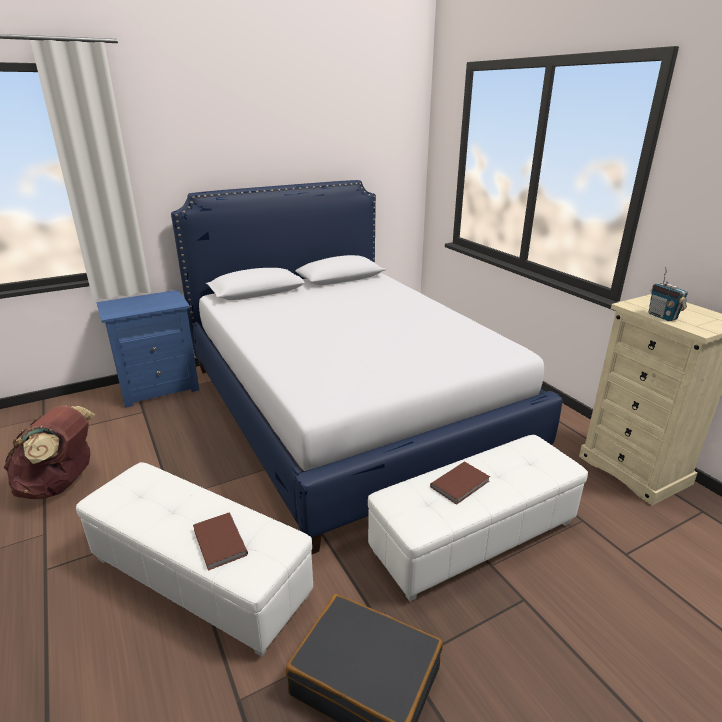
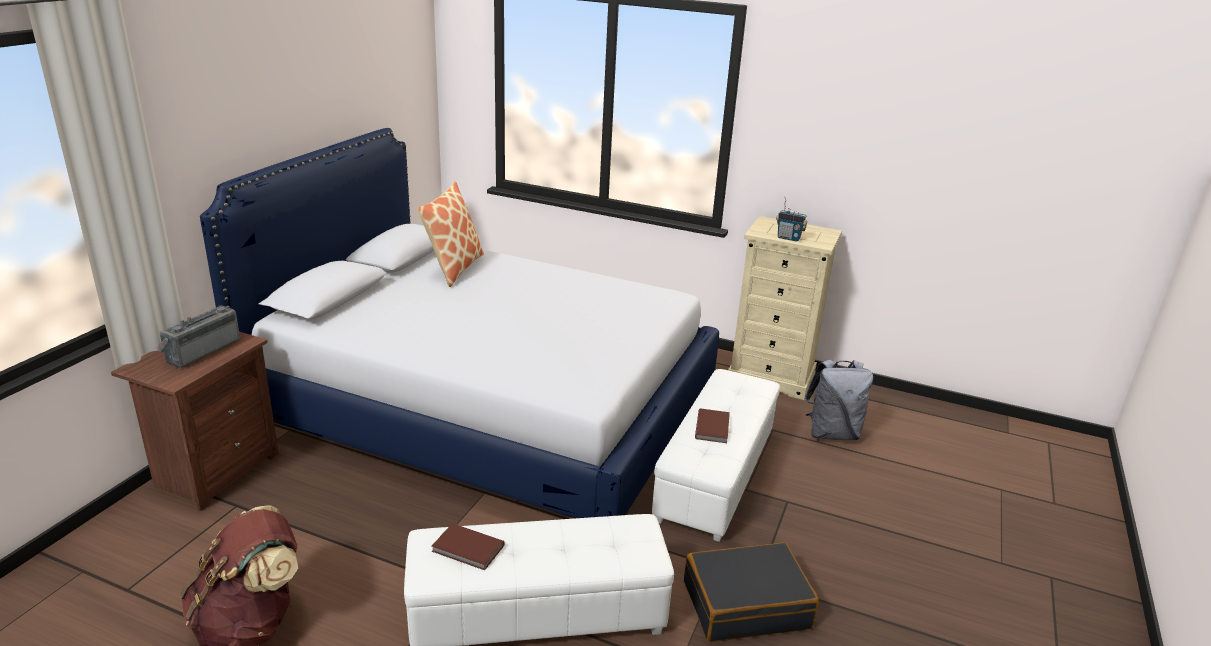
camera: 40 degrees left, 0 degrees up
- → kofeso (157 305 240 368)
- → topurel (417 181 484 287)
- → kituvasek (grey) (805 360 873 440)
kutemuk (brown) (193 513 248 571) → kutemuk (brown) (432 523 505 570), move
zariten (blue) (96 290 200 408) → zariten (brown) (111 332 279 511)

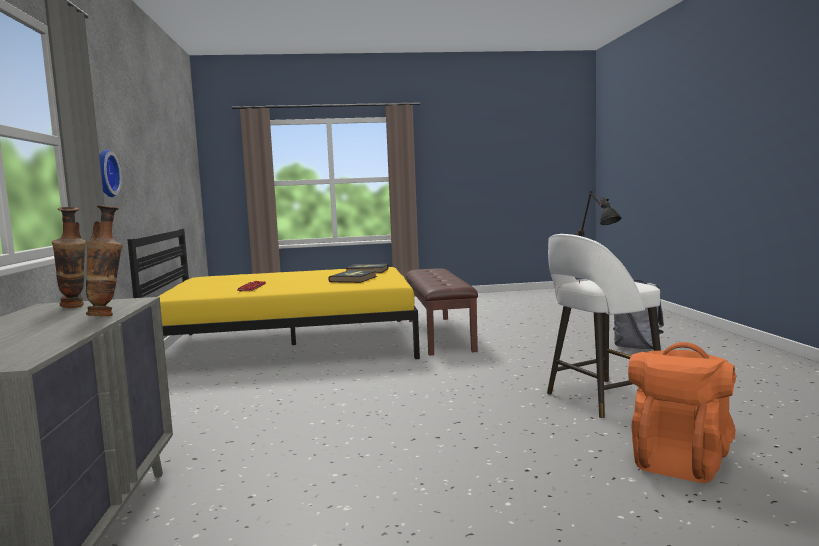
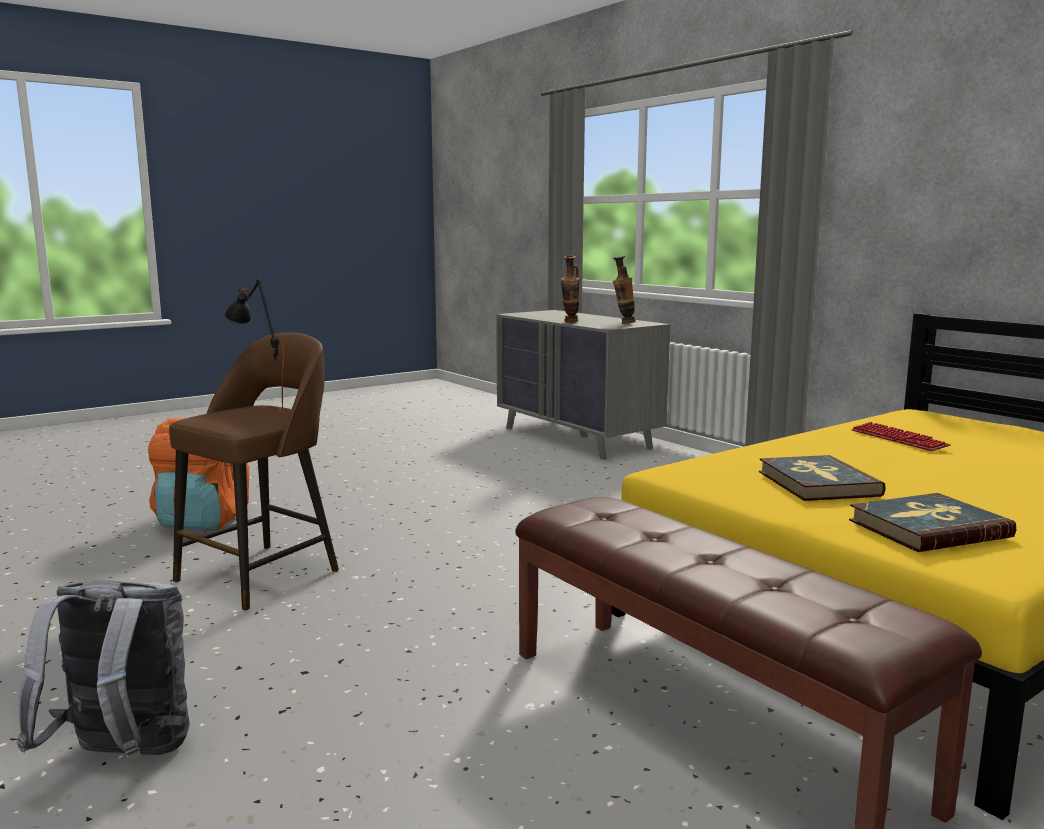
camera: 150 degrees right, 5 degrees up
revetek (99 149 122 197) → -
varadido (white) (547 234 661 419) → varadido (brown) (169 332 339 610)

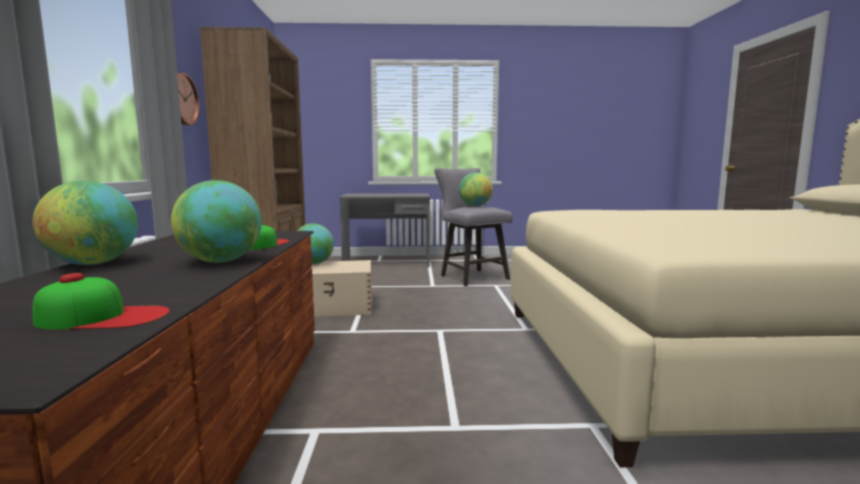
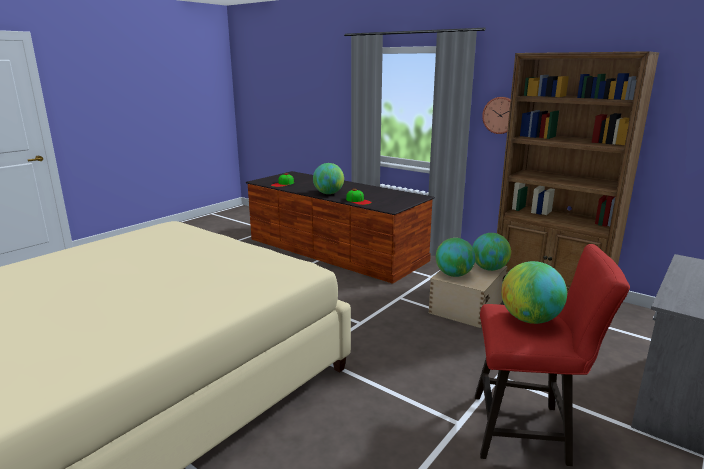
camera: 130 degrees right, 10 degrees up
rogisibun (32 181 138 265) → rogisibun (436 238 476 277), move
varadido (grey) (434 168 513 286) → varadido (red) (475 244 630 466)

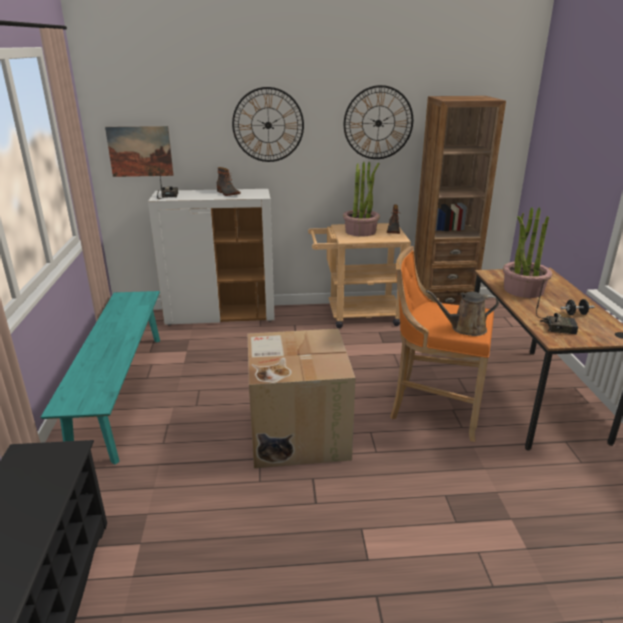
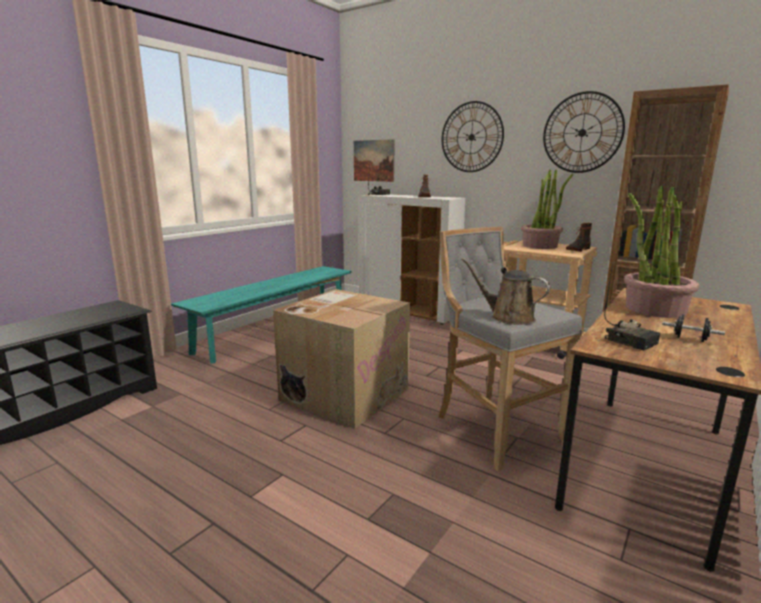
camera: 40 degrees right, 10 degrees down
varadido (orange) (390 246 494 442) → varadido (grey) (438 227 583 471)

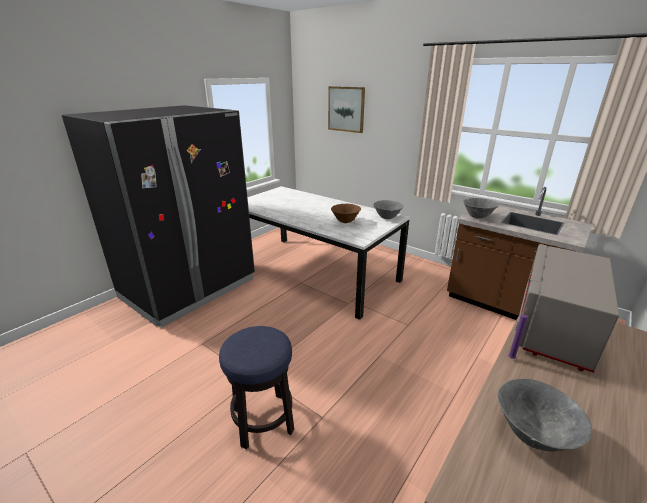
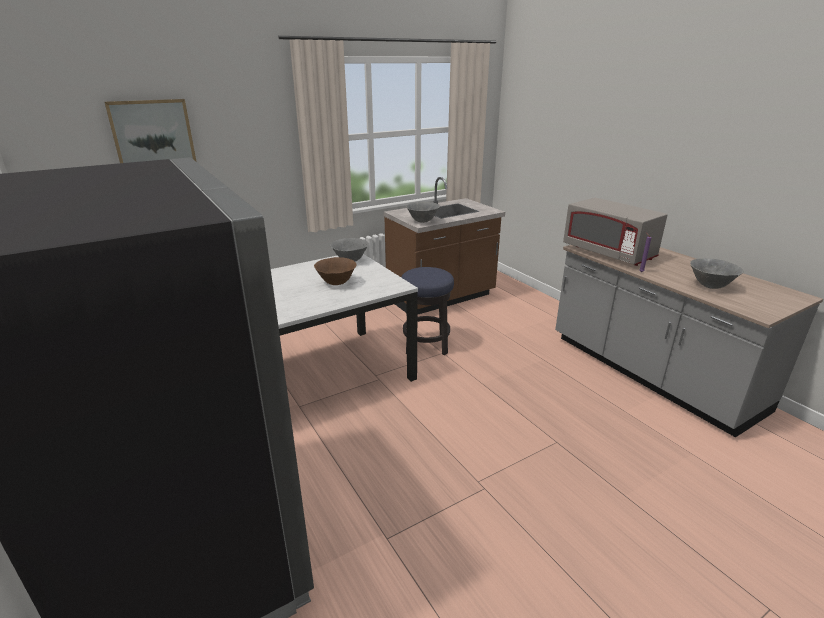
camera: 70 degrees left, 0 degrees up
varadido (219 326 294 450) → varadido (401 267 454 355), move

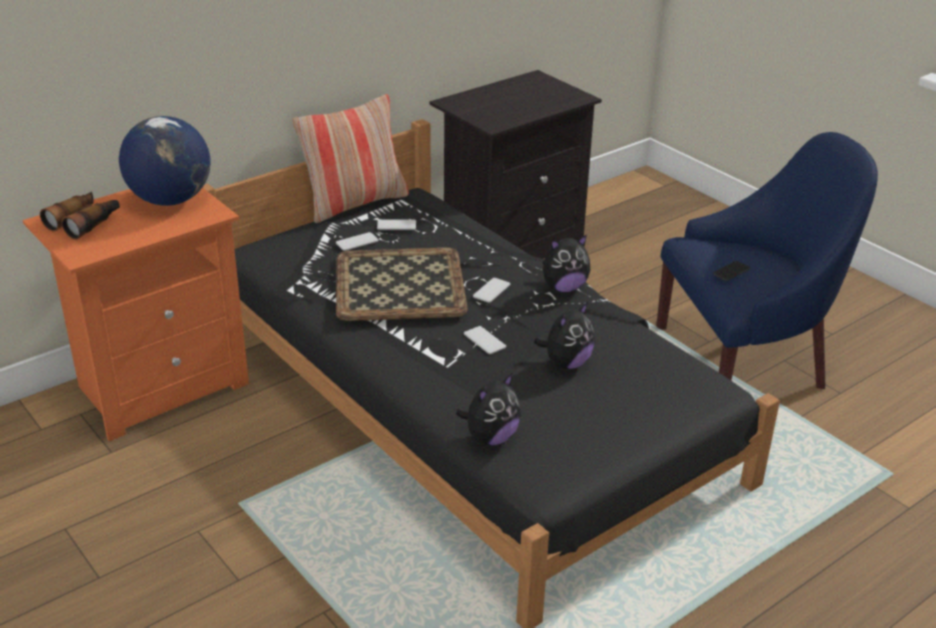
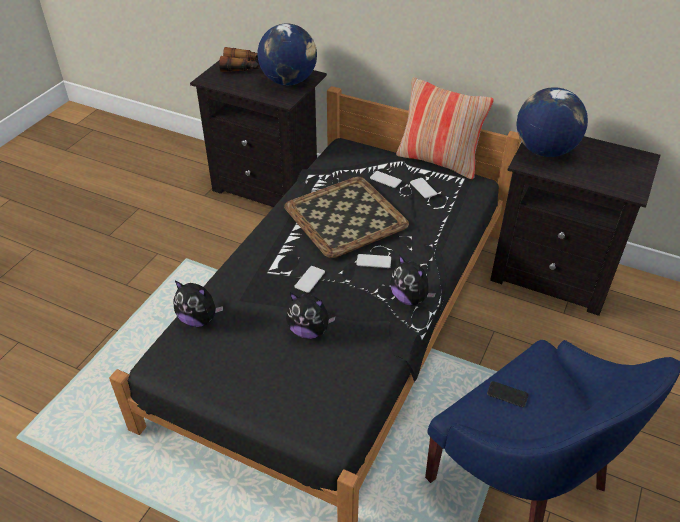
camera: 65 degrees right, 10 degrees up
- → rogisibun (517 87 588 157)
zariten (orange) (23 187 249 441) → zariten (black) (190 60 327 207)

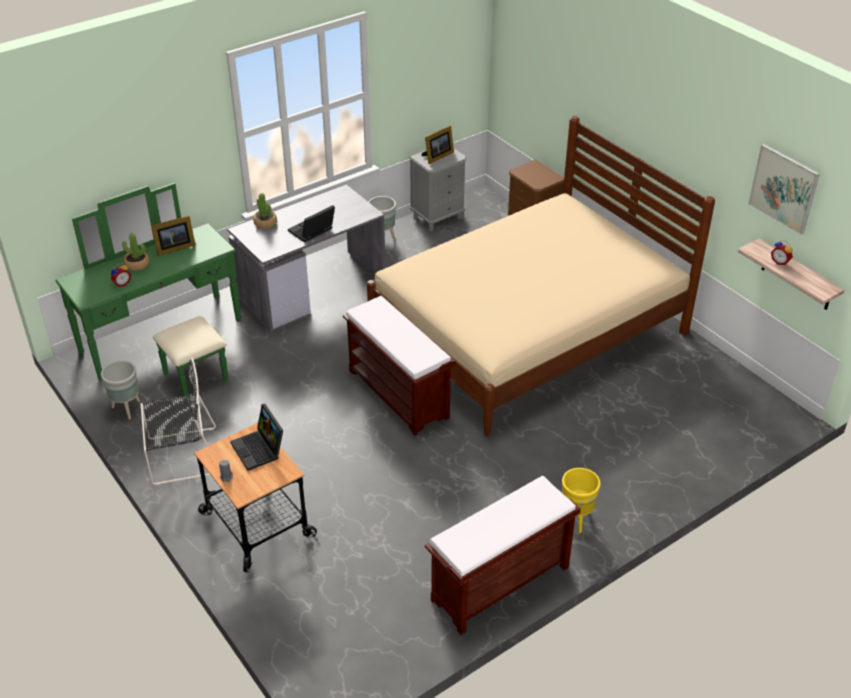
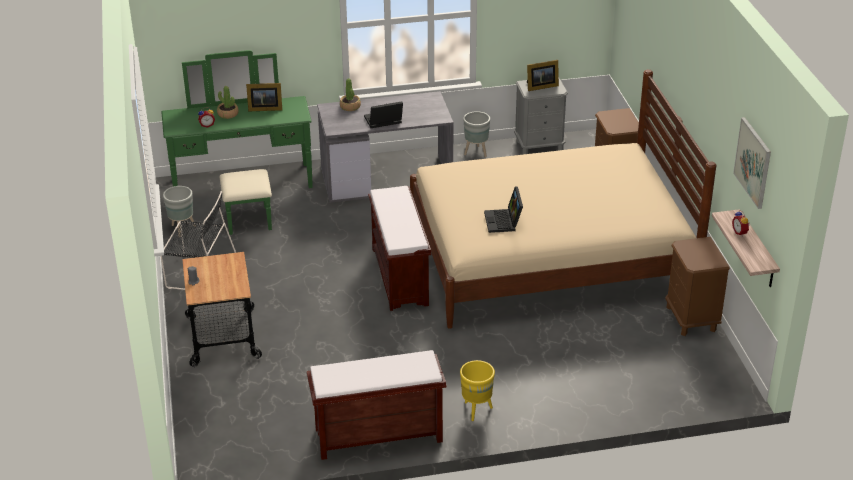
camera: 25 degrees right, 5 degrees down
- → zariten (brown) (665 237 730 336)
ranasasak (230 404 283 471) → ranasasak (484 186 523 233), move

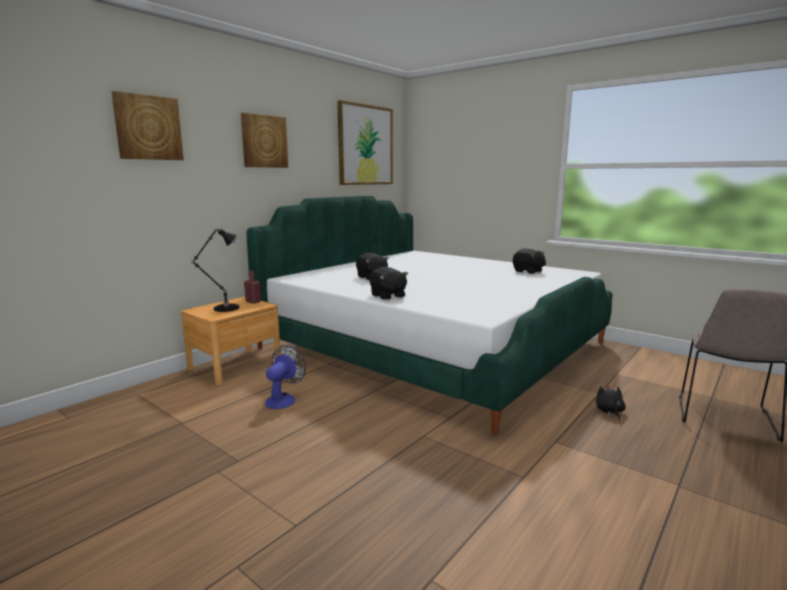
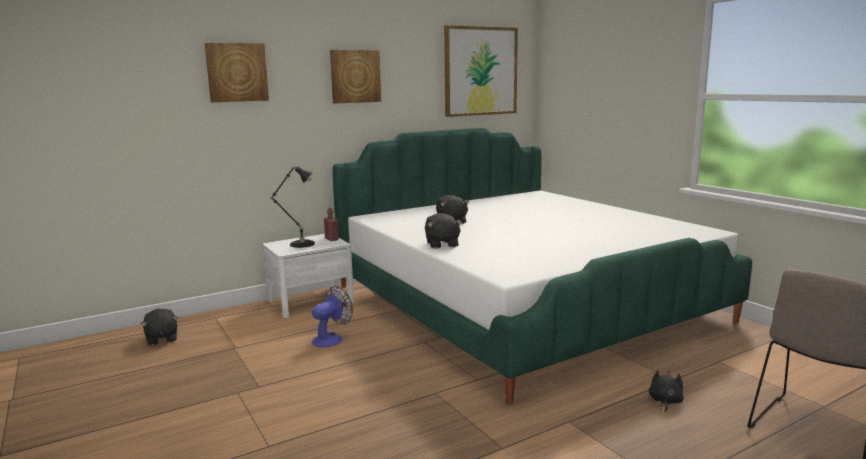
camera: 20 degrees right, 0 degrees up
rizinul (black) (513 248 546 274) → rizinul (black) (141 309 178 346), move
zariten (brown) (181 297 281 385) → zariten (white) (263 234 354 318)

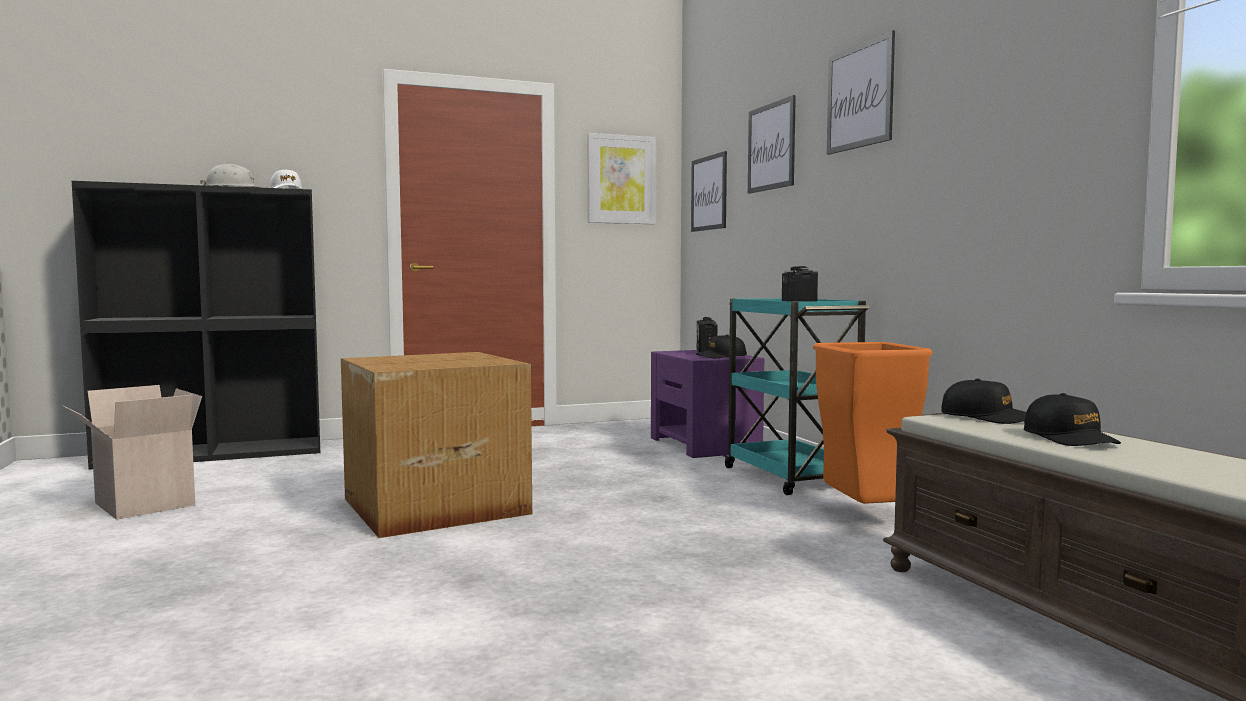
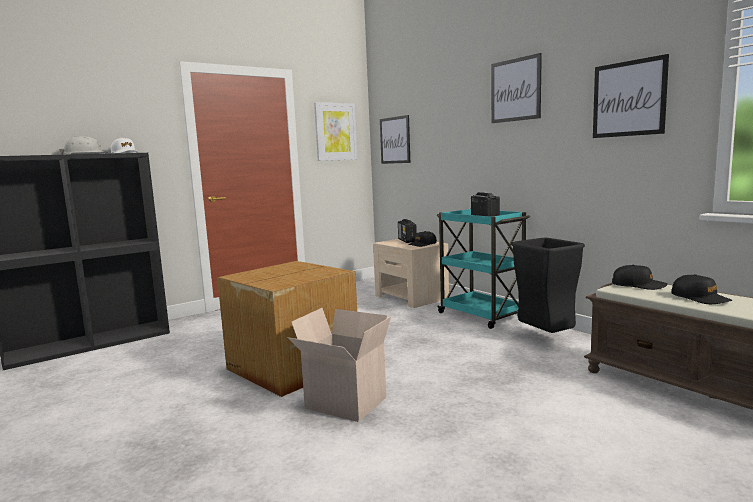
camera: 15 degrees left, 5 degrees up
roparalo (62 385 202 520) → roparalo (288 308 391 422), move
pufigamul (748 95 796 194) → pufigamul (593 54 669 138), move
zariten (purple) (651 350 764 458) → zariten (beige) (373 239 449 308)
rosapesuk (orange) (813 342 932 504) → rosapesuk (black) (512 238 585 333)

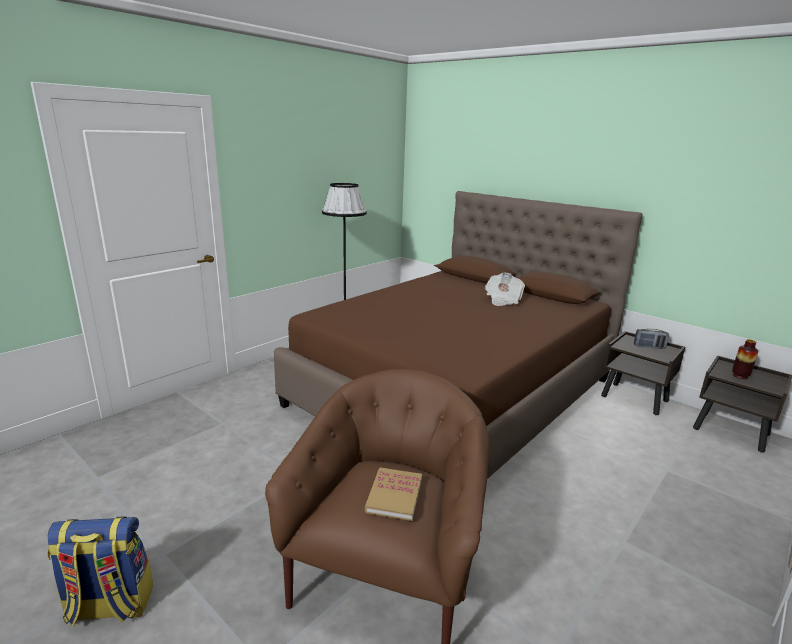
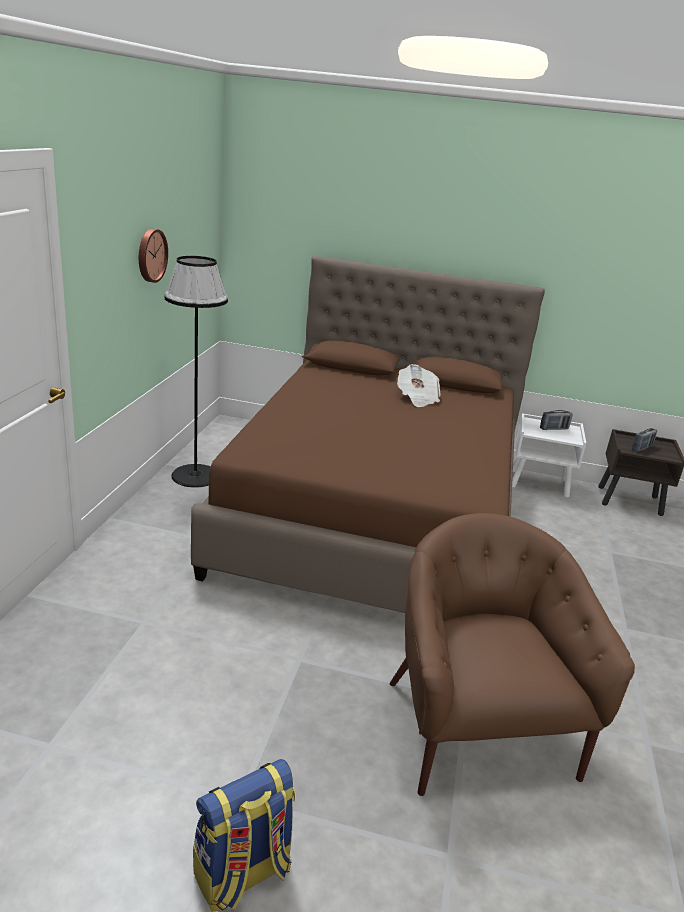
camera: 30 degrees left, 5 degrees up
kutemuk (365 468 422 521) → -
- → revetek (139 229 168 283)
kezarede (732 339 758 379) → kofeso (631 428 657 452)
zariten (brown) (601 331 685 415) → zariten (white) (512 413 586 498)

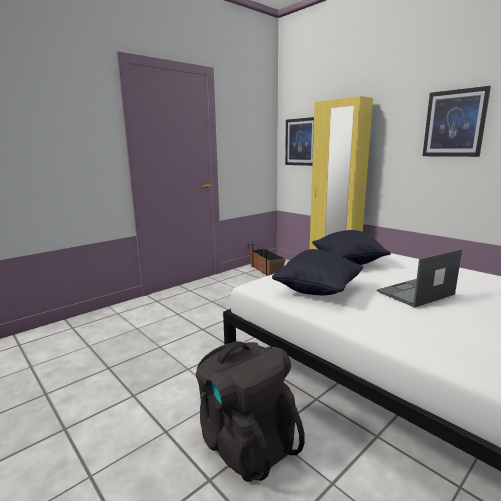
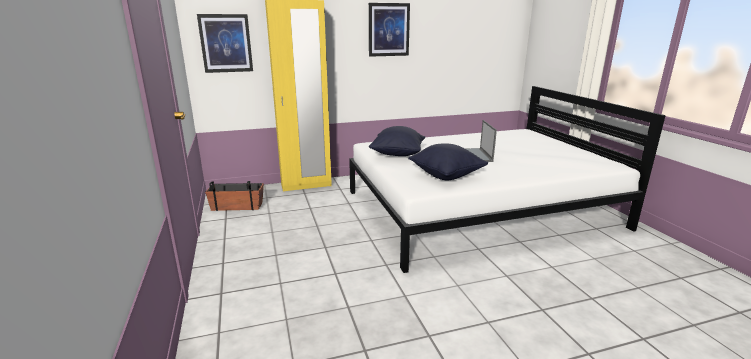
camera: 65 degrees left, 5 degrees up
kituvasek (black) (196 341 305 482) → -

